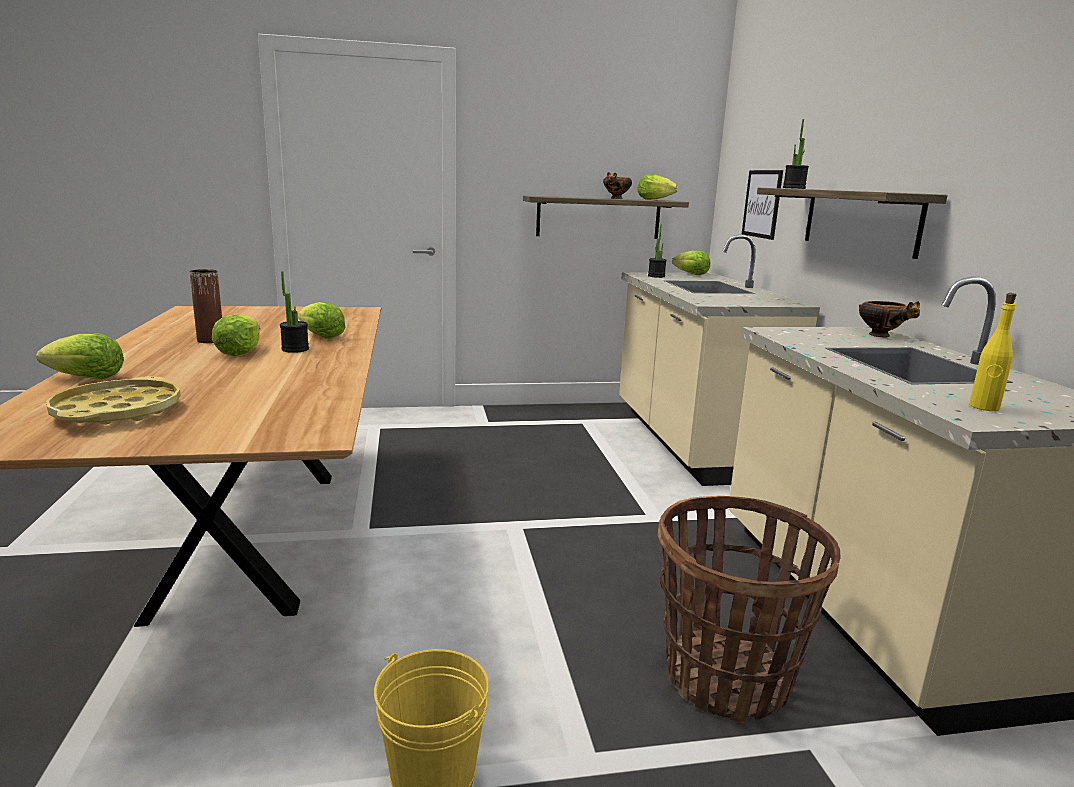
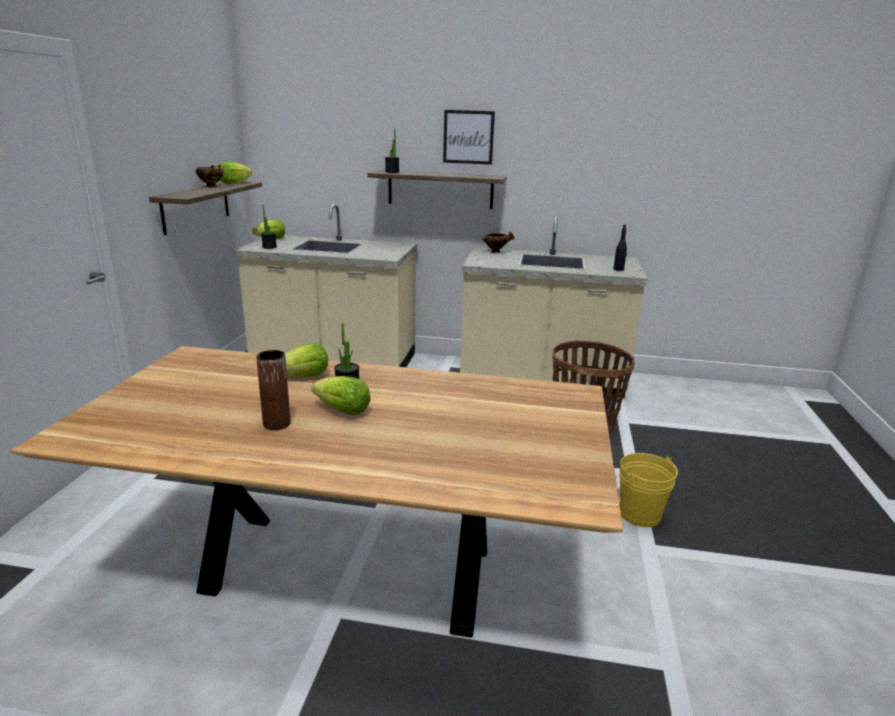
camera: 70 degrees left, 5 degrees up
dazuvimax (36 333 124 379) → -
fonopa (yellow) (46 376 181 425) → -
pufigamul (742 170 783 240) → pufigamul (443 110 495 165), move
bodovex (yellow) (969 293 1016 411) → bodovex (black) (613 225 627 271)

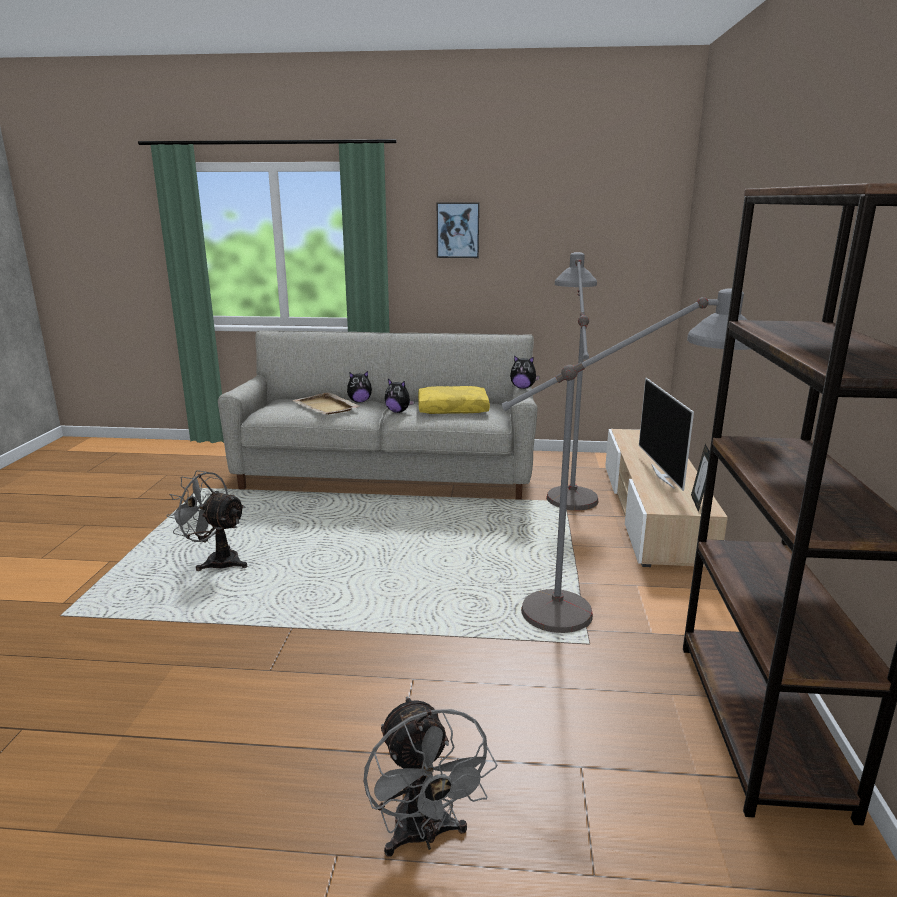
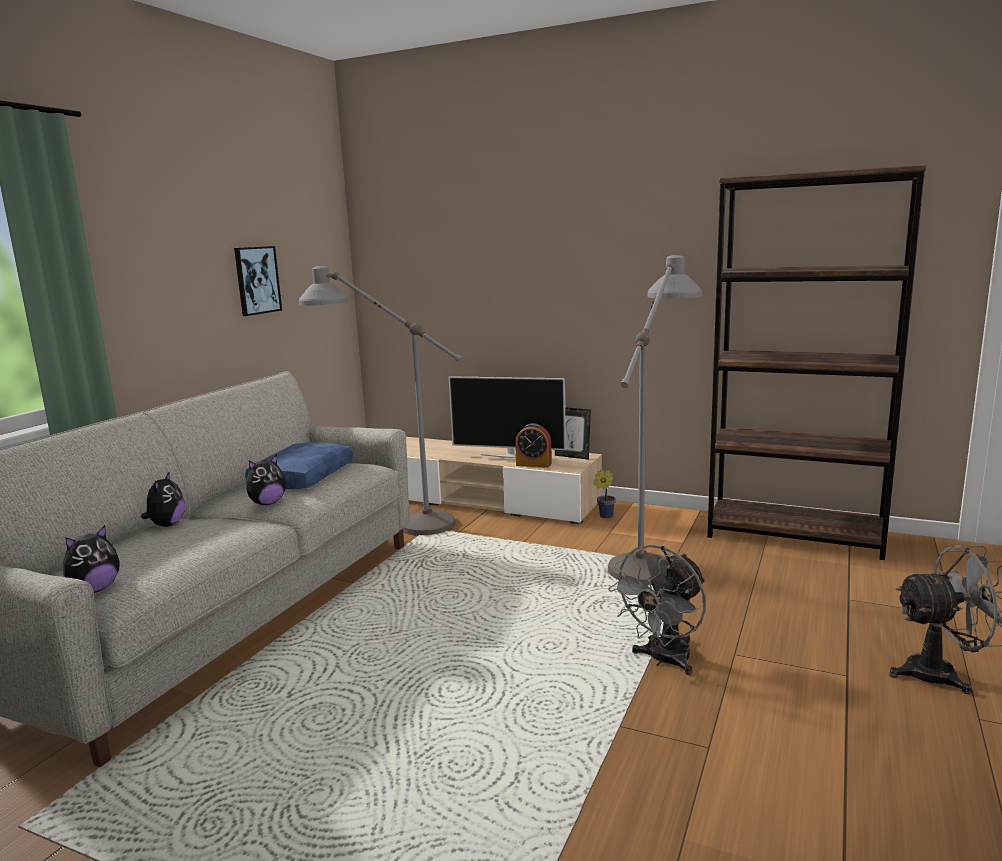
camera: 70 degrees left, 5 degrees down
fonopa (beige) (292 392 360 415) → -
- → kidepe (515 423 552 468)
- → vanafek (593 469 616 518)
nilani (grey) (166 470 247 571) → nilani (grey) (608 545 706 675), move
pufigamul (437 202 480 258) → pufigamul (234 246 282 316), move
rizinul (510 355 540 389) → rizinul (63 525 120 593), move
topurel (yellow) (418 386 490 414) → topurel (blue) (245 442 353 489)

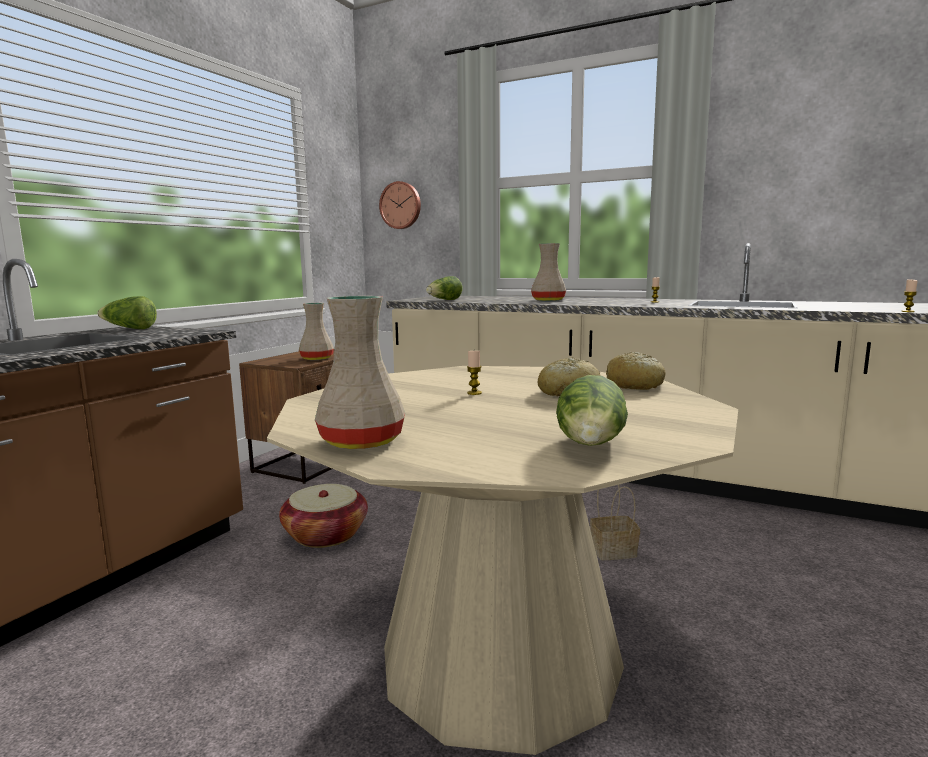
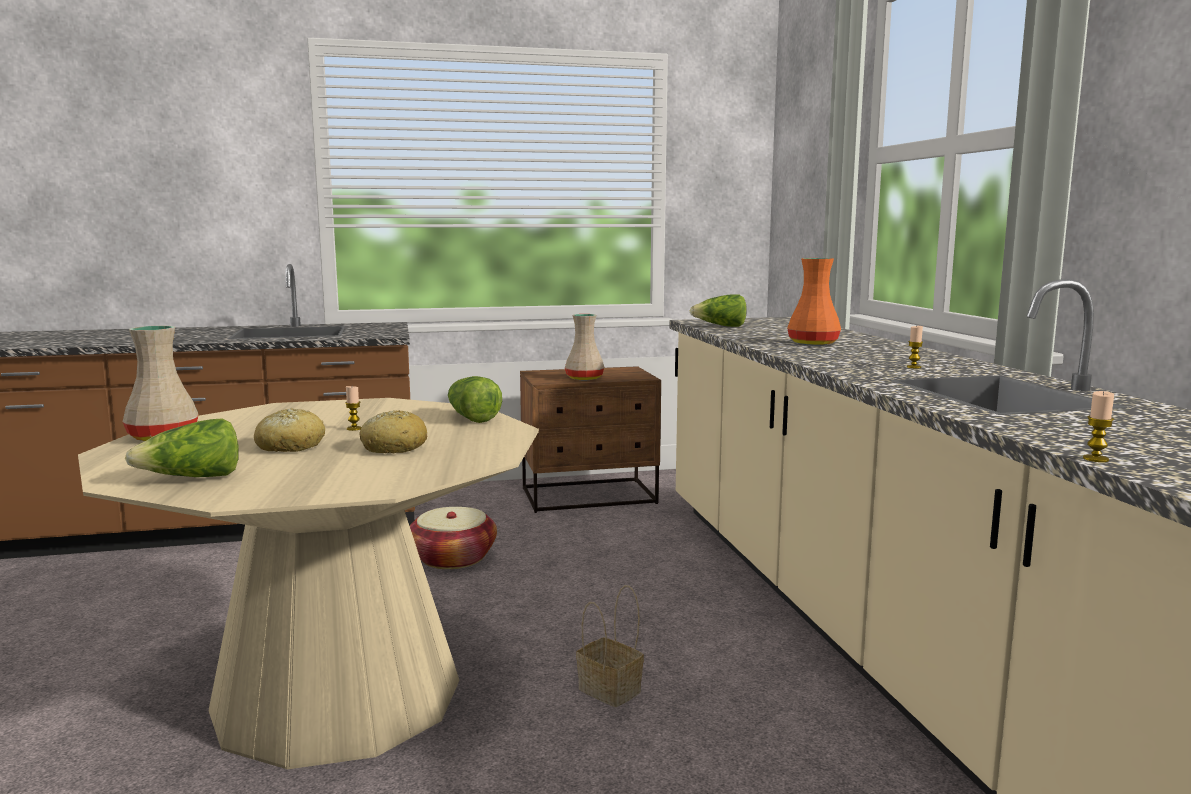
camera: 50 degrees right, 0 degrees up
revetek (379 181 421 229) → -
dazuvimax (97 296 157 329) → dazuvimax (448 376 502 423), move
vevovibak (606 352 666 390) → vevovibak (254 408 325 452), move
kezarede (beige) (531 243 566 301) → kezarede (orange) (787 258 841 345)

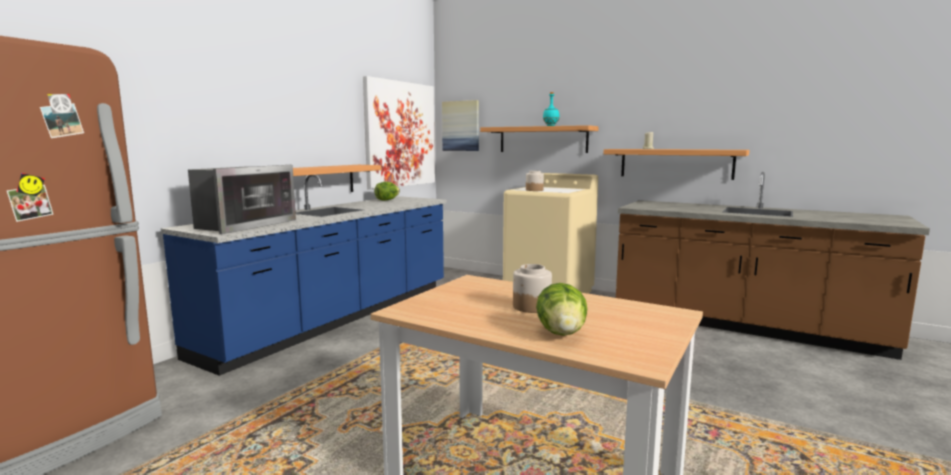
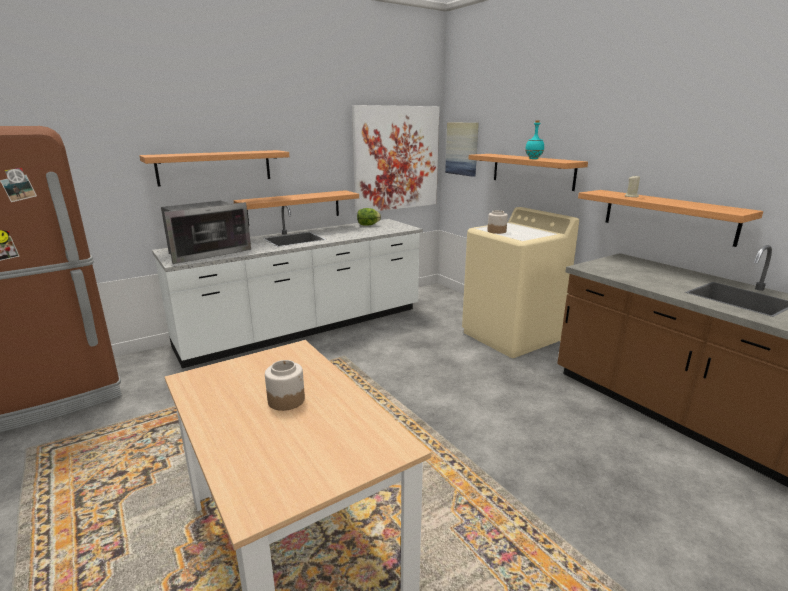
camera: 25 degrees right, 10 degrees up
dazuvimax (536 283 587 336) → -
- → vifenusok (139 150 289 187)
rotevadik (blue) (161 175 447 376) → rotevadik (white) (152 206 423 368)

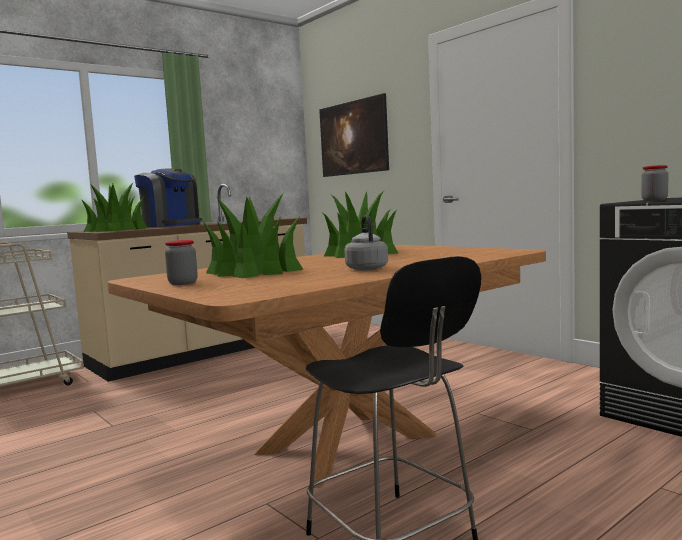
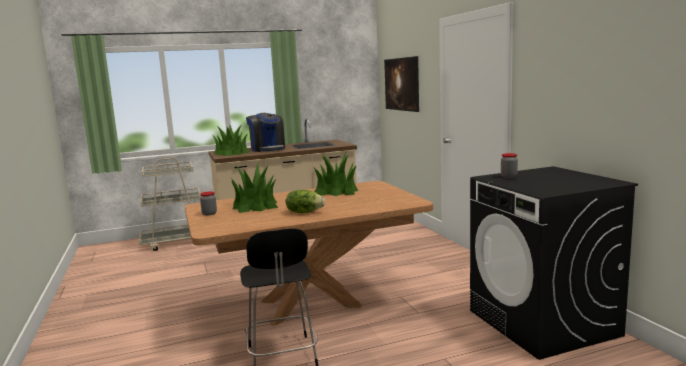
camera: 20 degrees right, 5 degrees up
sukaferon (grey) (344 215 388 271) → dazuvimax (286 190 325 213)

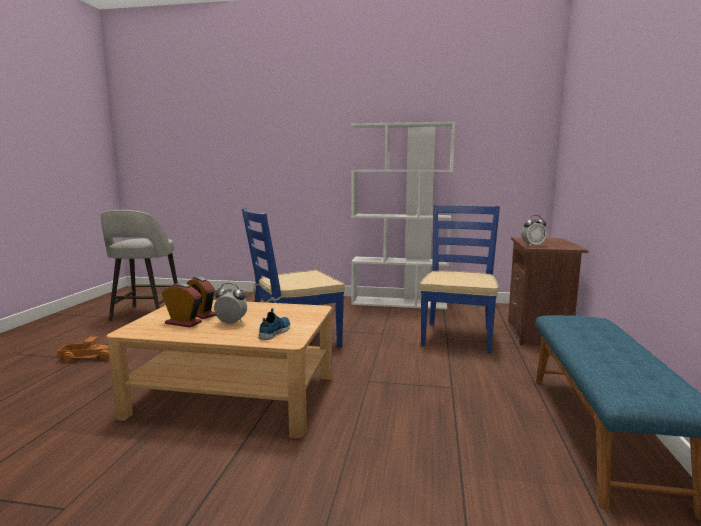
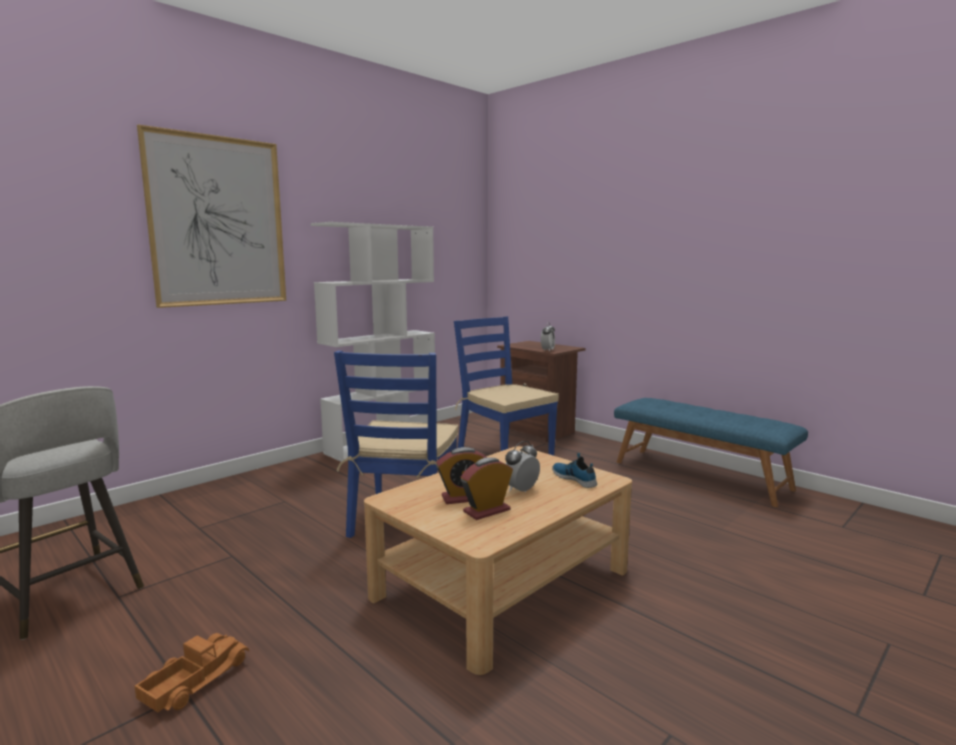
camera: 55 degrees left, 0 degrees up
- → pufigamul (137 124 286 308)

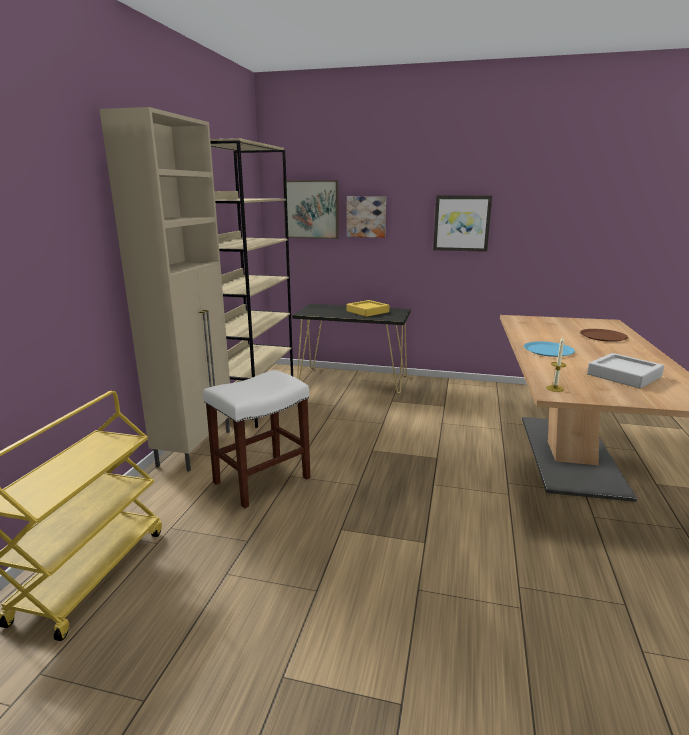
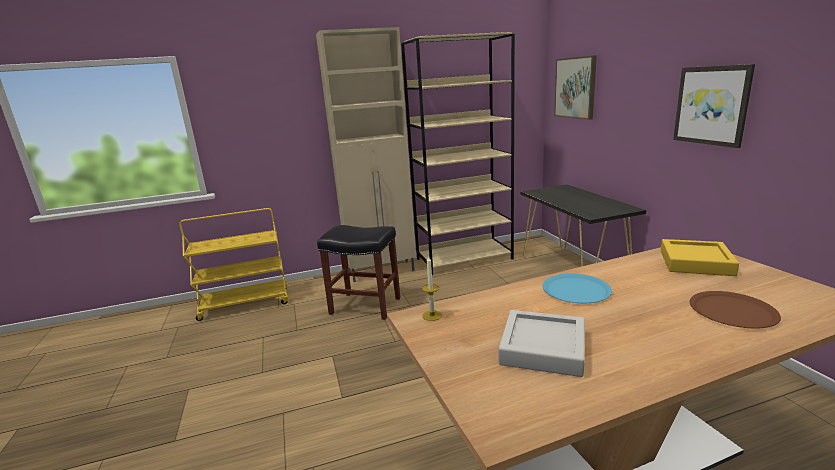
camera: 60 degrees right, 0 degrees up
pufigamul (347 196 386 238) → -
fonopa (yellow) (346 300 389 317) → fonopa (yellow) (661 239 739 276), move
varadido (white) (203 370 310 508) → varadido (black) (317 225 401 320)

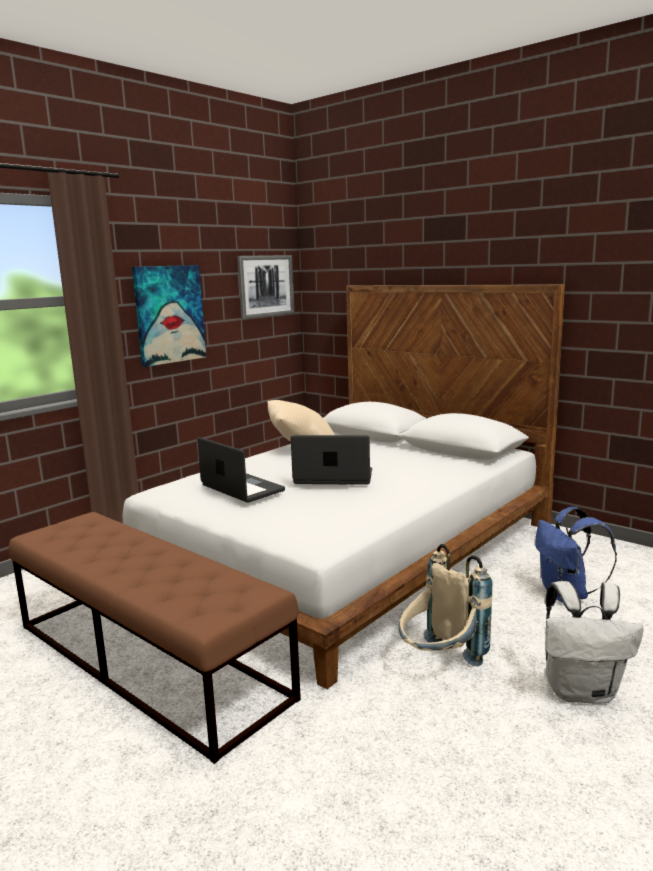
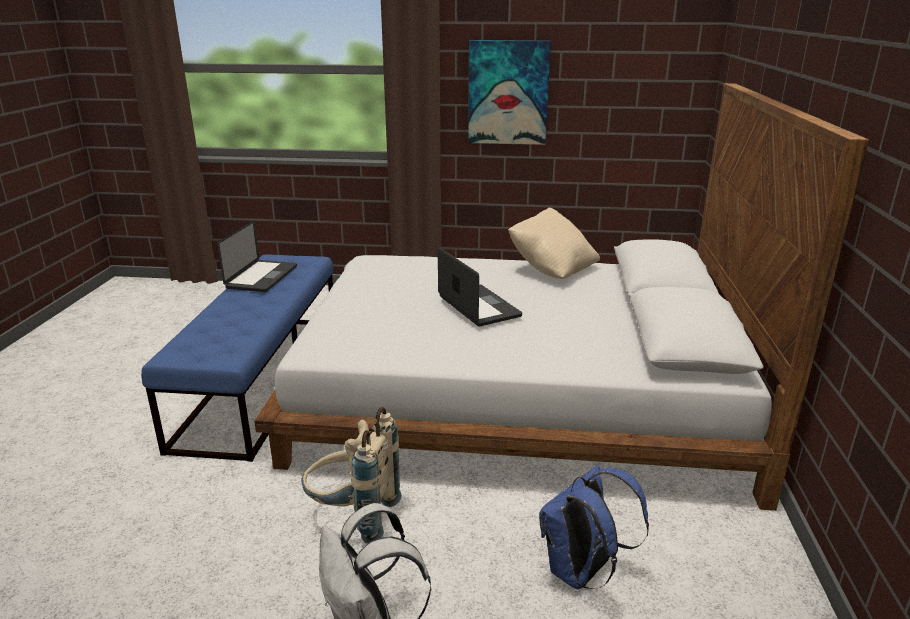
camera: 55 degrees right, 10 degrees up
pufigamul (237 255 295 319) → -
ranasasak (197 437 285 503) → ranasasak (217 220 297 292), move
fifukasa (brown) (8 512 301 764) → fifukasa (blue) (141 255 334 462)

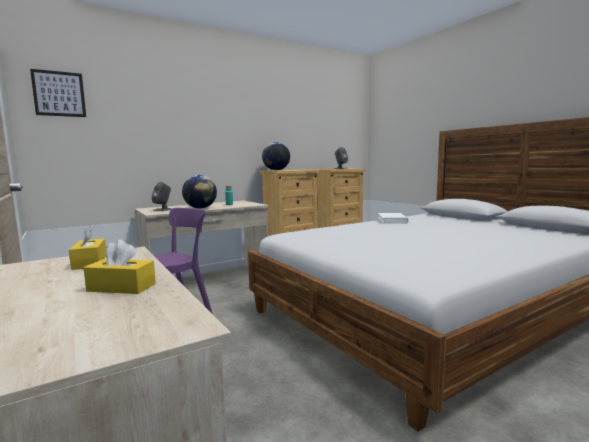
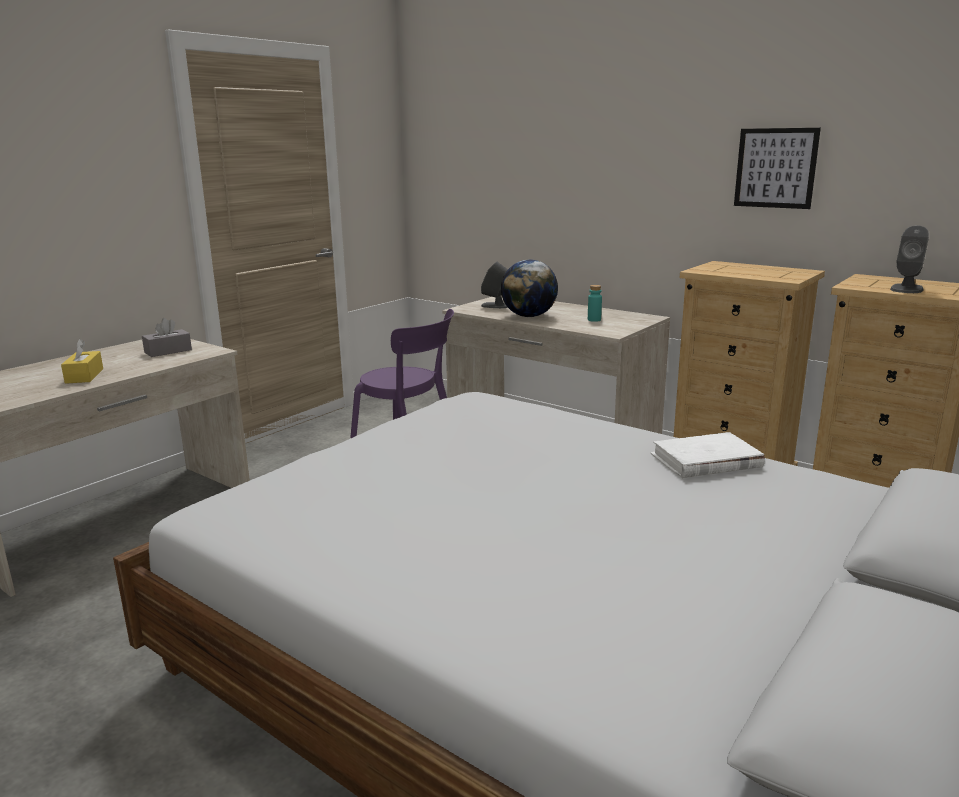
camera: 70 degrees right, 10 degrees up
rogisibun (262 142 290 171) → -
pufigamul (30 69 86 117) → pufigamul (734 128 821 209), move
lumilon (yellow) (69 225 106 270) → lumilon (grey) (142 318 192 357)

